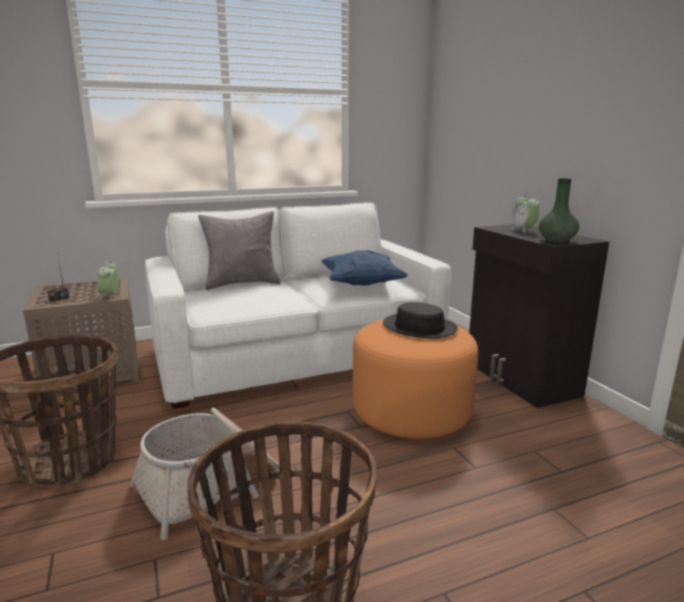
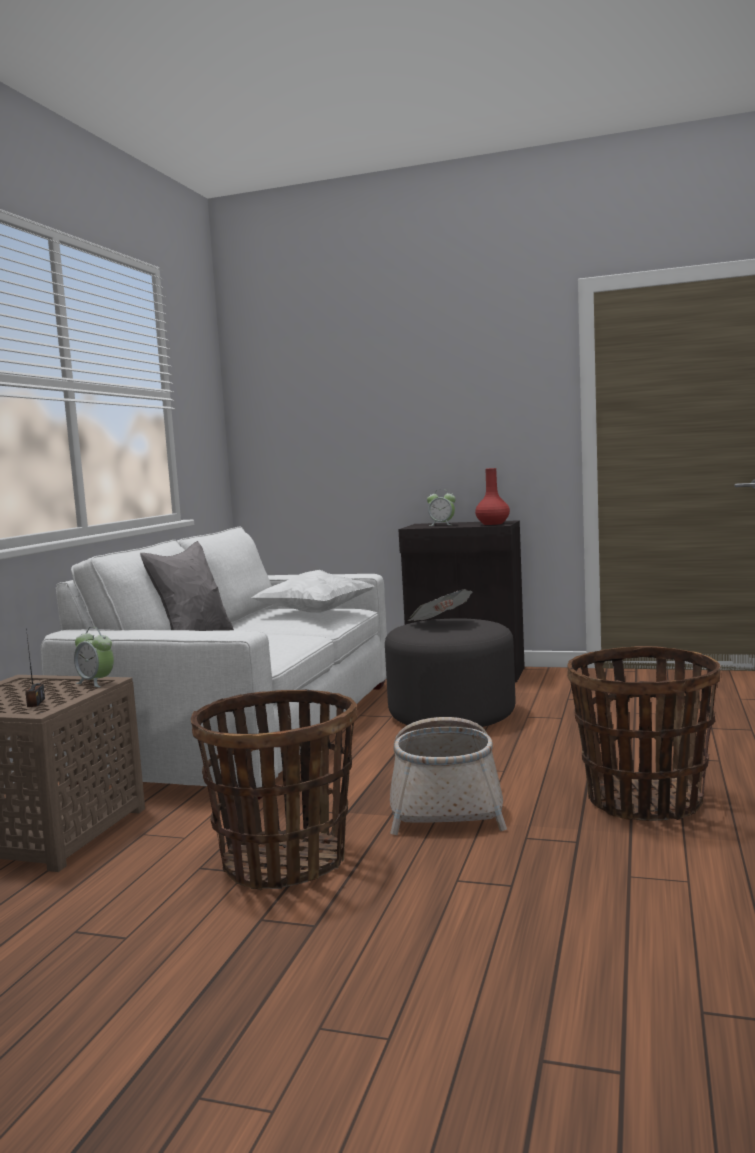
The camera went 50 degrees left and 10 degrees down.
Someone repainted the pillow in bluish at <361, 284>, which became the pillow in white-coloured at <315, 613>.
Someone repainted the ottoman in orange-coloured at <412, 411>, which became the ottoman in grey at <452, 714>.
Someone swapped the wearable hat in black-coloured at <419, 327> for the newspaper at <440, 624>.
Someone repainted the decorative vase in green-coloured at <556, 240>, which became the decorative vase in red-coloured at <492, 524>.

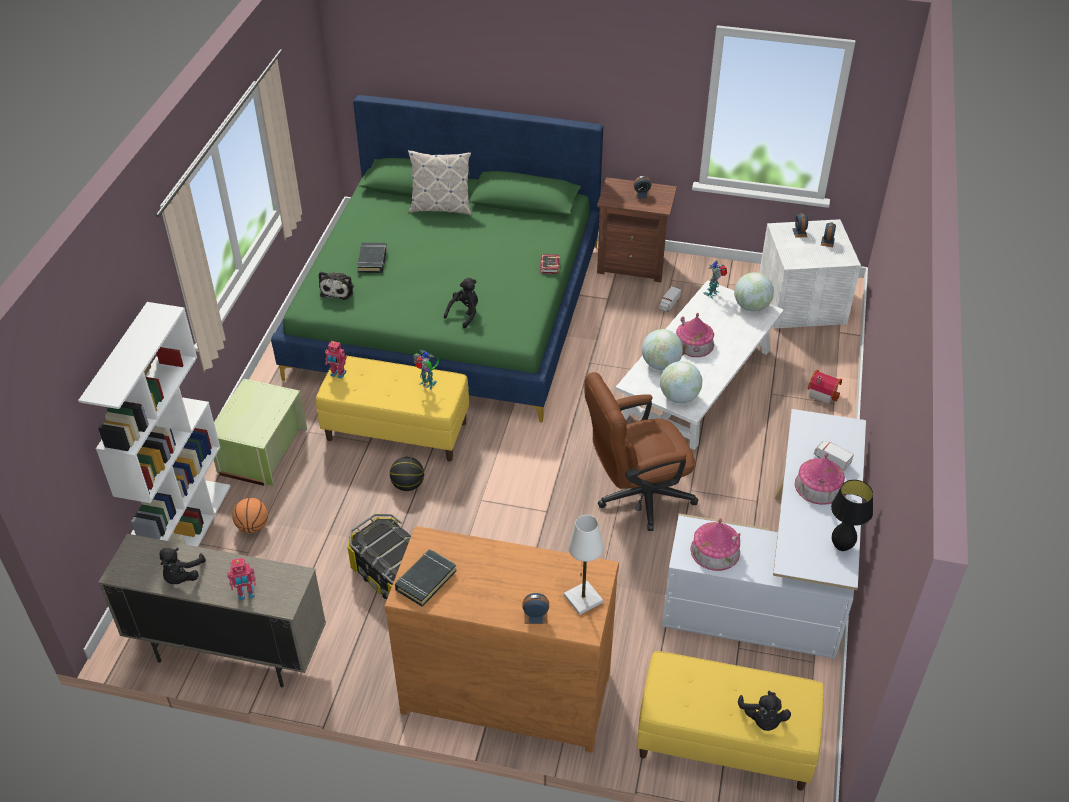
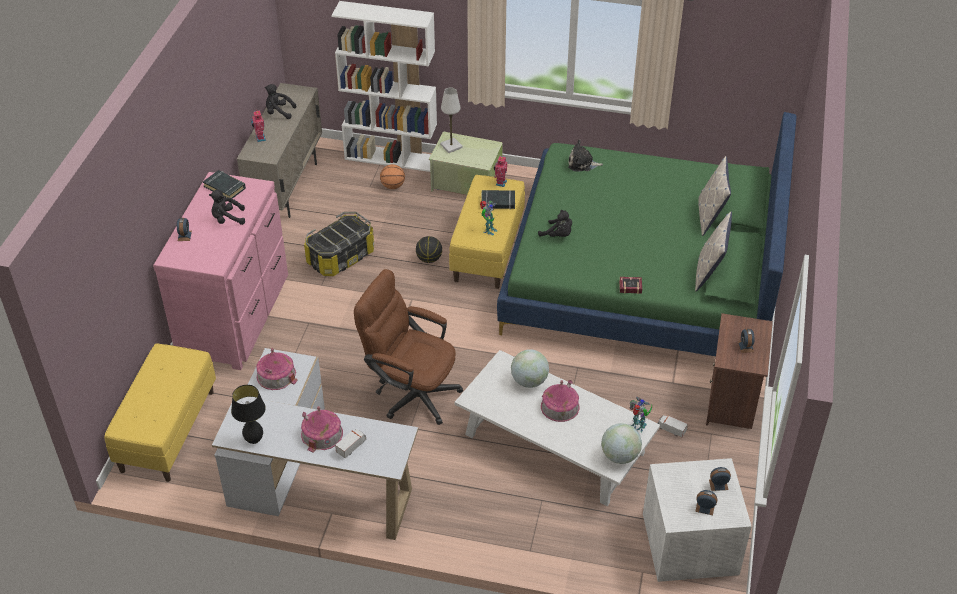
The camera went 90 degrees right and 0 degrees up.
Someone carried the book in black-coloured from <372, 260> to <498, 202>.
Someone repainted the drawer chest in brownish at <506, 688>, which became the drawer chest in pink-coloured at <236, 315>.
Someone carried the tabletop lamp in white-coloured from <583, 599> to <451, 146>.
Someone rotated the desk chair in brownish at <636, 496> by 45 degrees counterclockwise.
Someone took away the world globe at <679, 397>.
Someone carried the soft toy in black-coloured from <762, 719> to <227, 219>.
Someone took away the miniature house at <822, 392>.
Someone put down the pillow at <709, 272>.

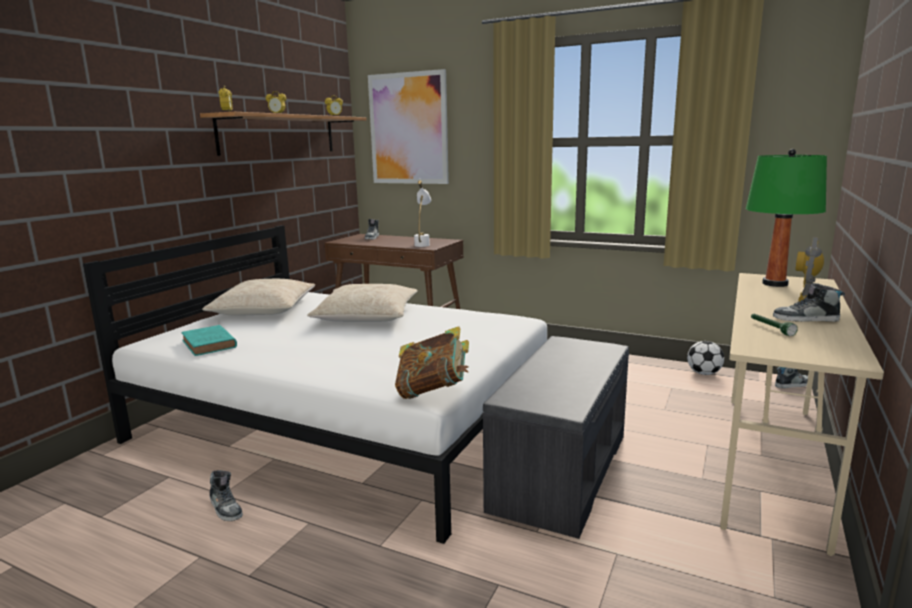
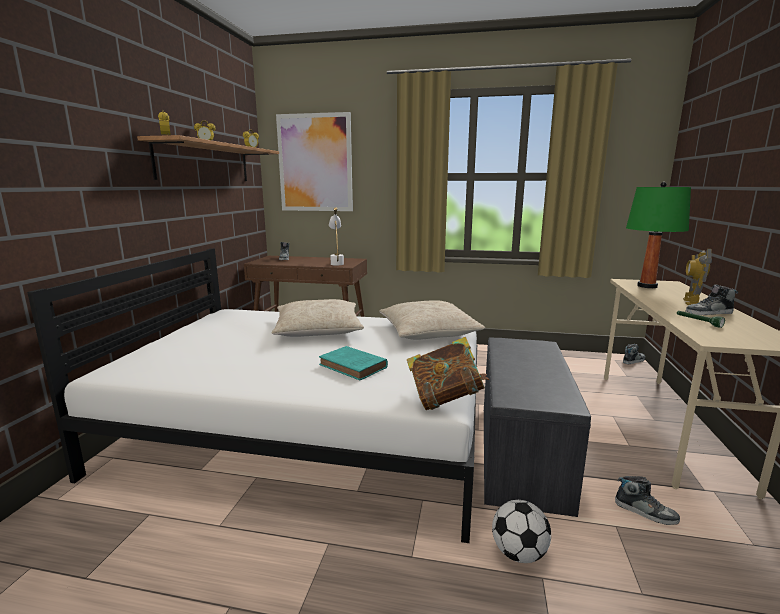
The camera went 15 degrees left and 0 degrees up.
Someone carried the book in blue-green from <209, 344> to <354, 367>.
Someone carried the pillow in beige-coloured from <263, 309> to <428, 331>.
Someone carried the shoe from <226, 508> to <645, 512>.
Someone carried the football ball from <704, 373> to <518, 553>.

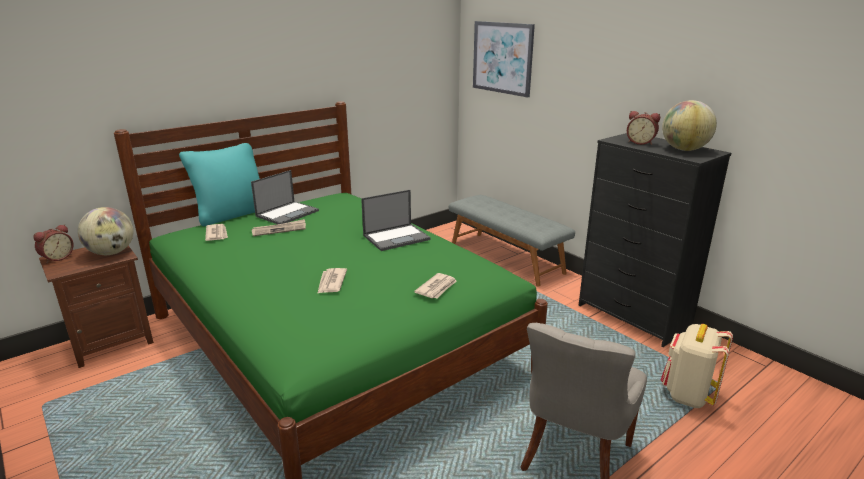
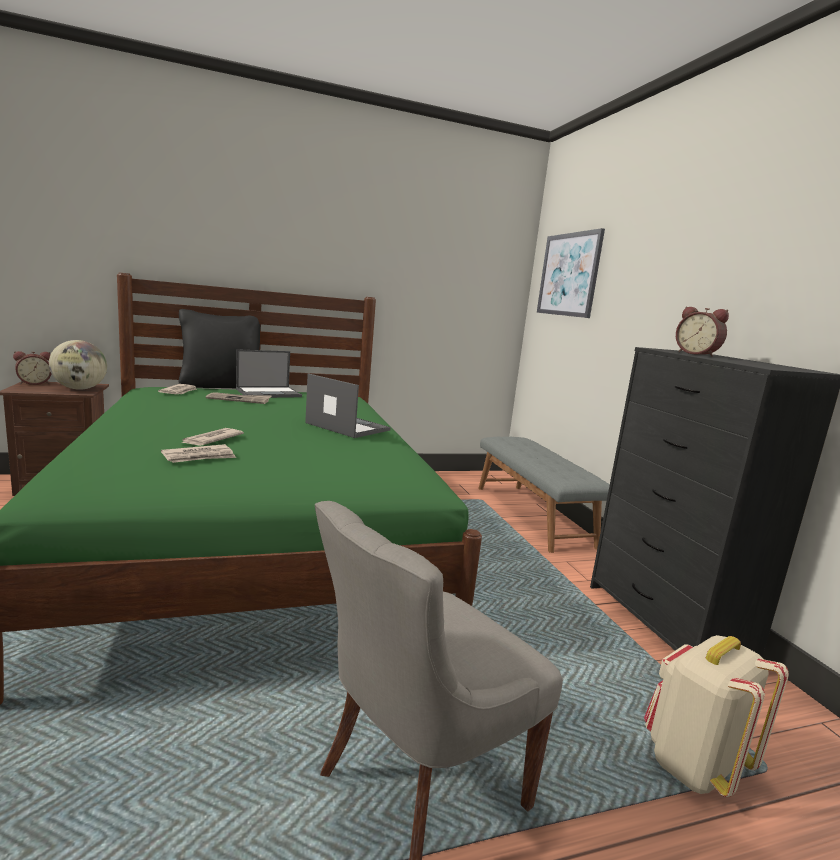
The camera went 20 degrees right and 10 degrees down.
Someone repainted the pillow in blue-green at <232, 214>, which became the pillow in black-coloured at <221, 386>.
Someone rotated the laptop at <397, 237> by 135 degrees counterclockwise.
Someone carried the newspaper from <437, 288> to <199, 457>.
Someone took away the world globe at <684, 149>.

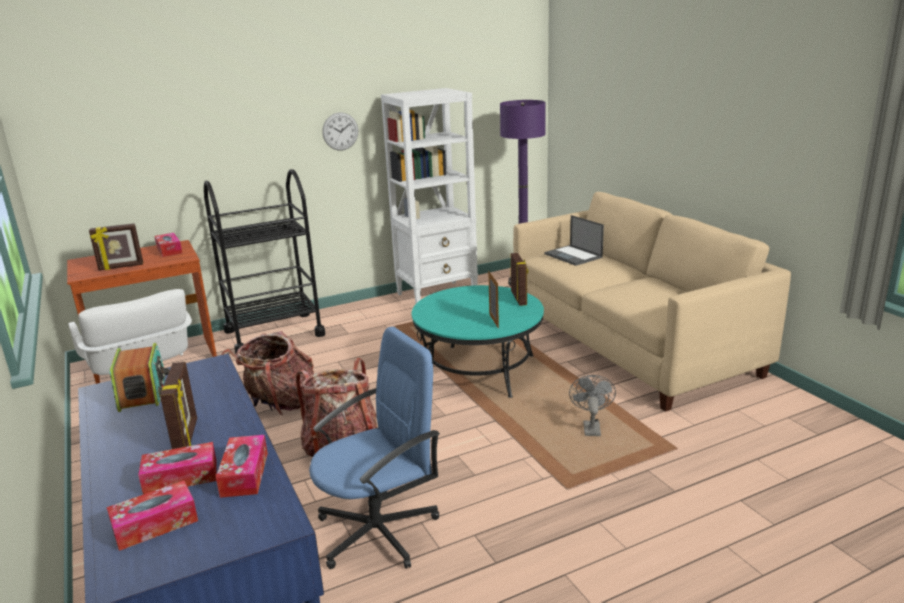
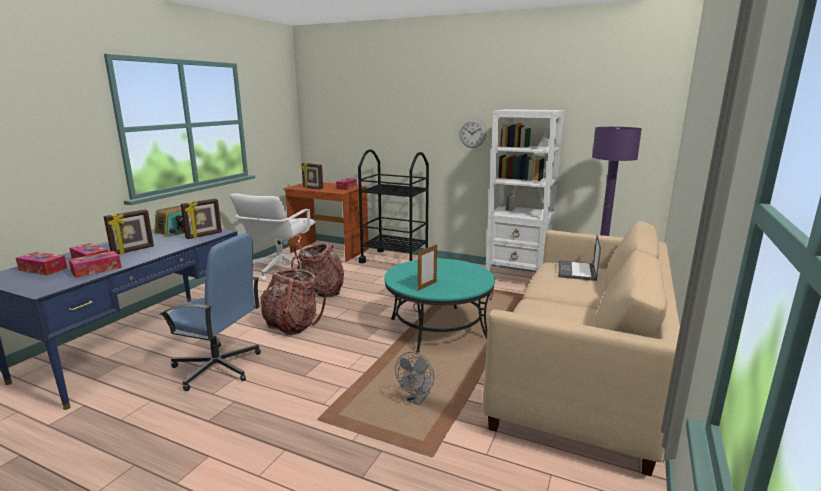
The camera went 50 degrees right and 5 degrees down.
Someone carried the photo frame from <519, 298> to <204, 235>.
Someone rotated the cooling fan in grey at <591, 427> by 150 degrees clockwise.

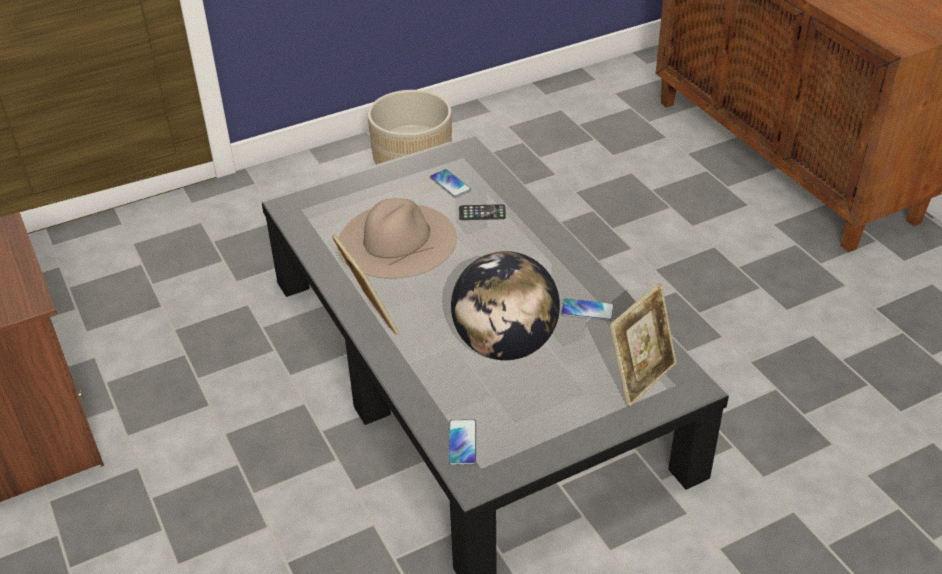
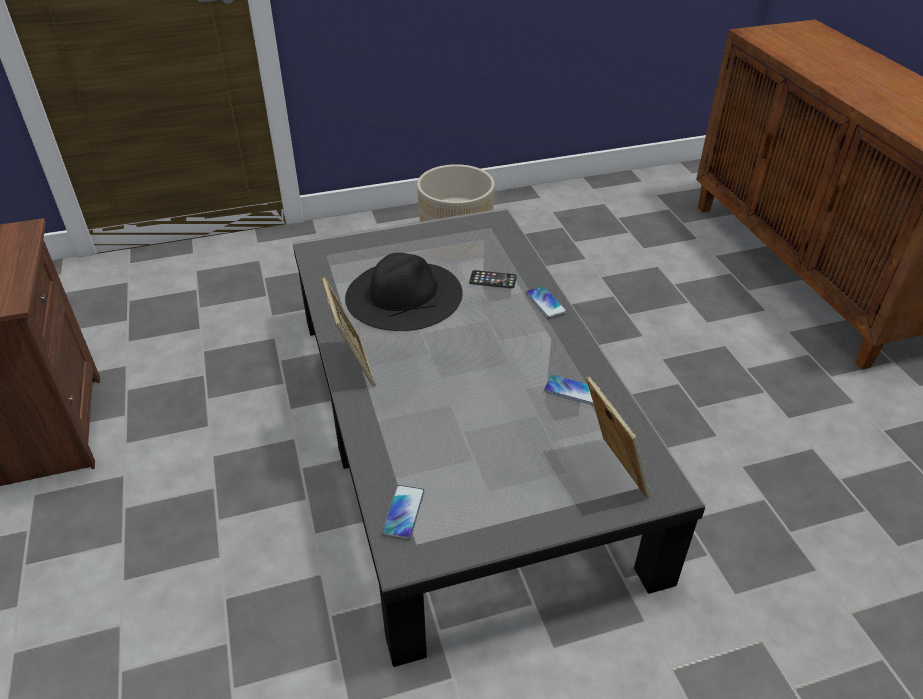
The camera went 10 degrees right and 0 degrees up.
Someone repainted the wearable hat in beige-coloured at <397, 240>, which became the wearable hat in black-coloured at <404, 294>.
Someone carried the handset from <450, 184> to <546, 303>.
Someone took away the world globe at <505, 345>.
Someone rotated the photo frame at <640, 377> by 75 degrees counterclockwise.

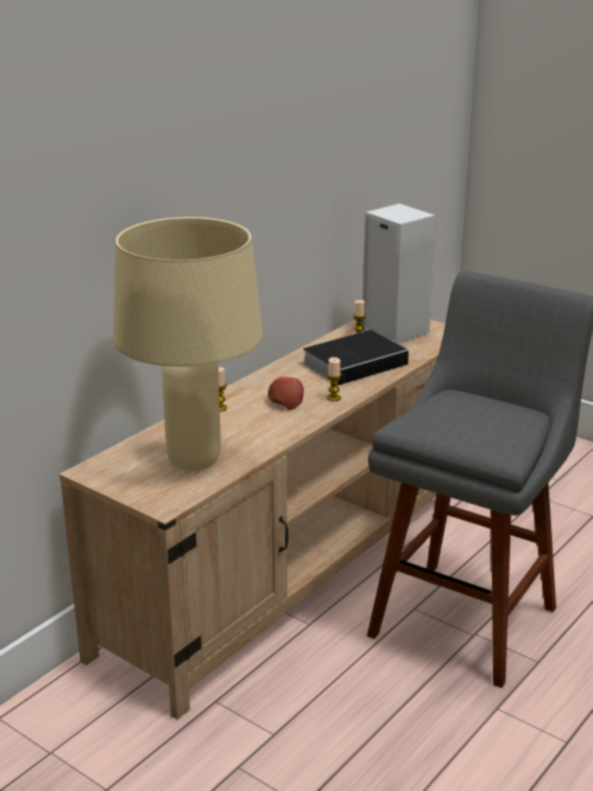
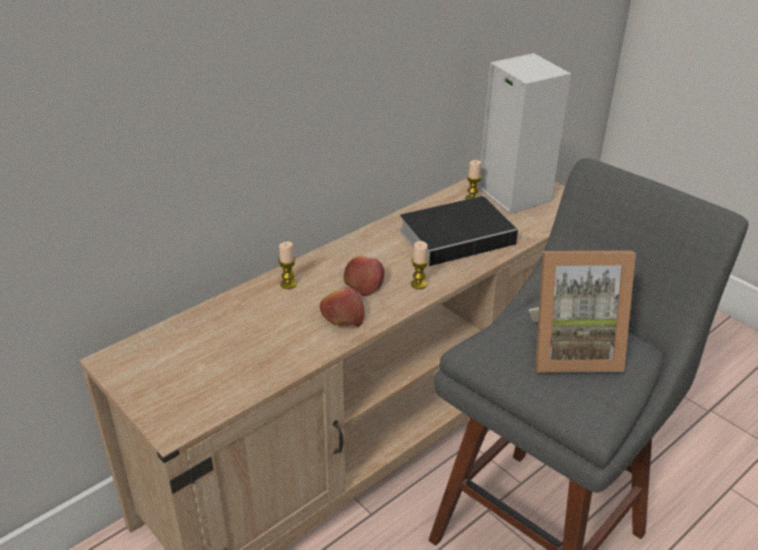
The camera went 10 degrees right and 10 degrees up.
Someone took away the tabletop lamp in beige-coloured at <195, 461>.
Someone put down the apple at <342, 317>.
Someone put down the photo frame at <571, 349>.

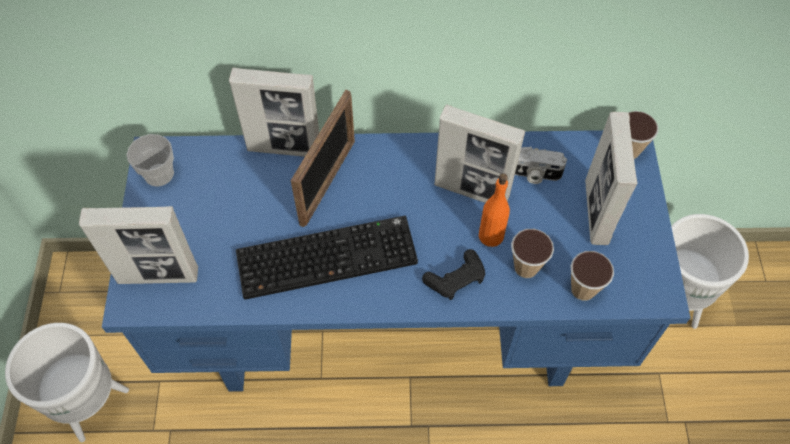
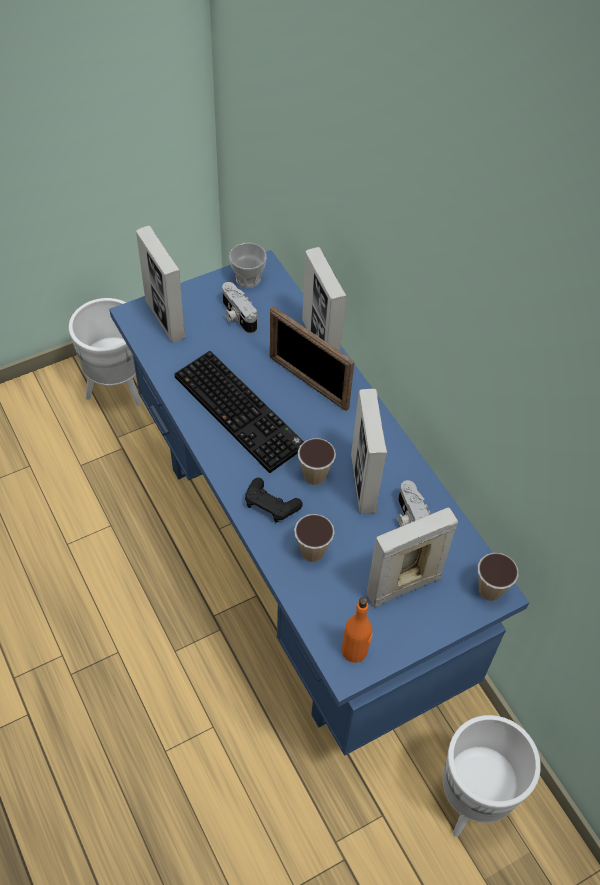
The camera went 60 degrees right and 5 degrees down.
Someone rotated the photo frame at <328, 182> by 45 degrees clockwise.
Someone carried the drink bottle in orange-coloured from <491, 235> to <355, 651>.
Someone carried the small cup from <583, 289> to <315, 476>.
Someone put down the photo camera at <237, 316>.

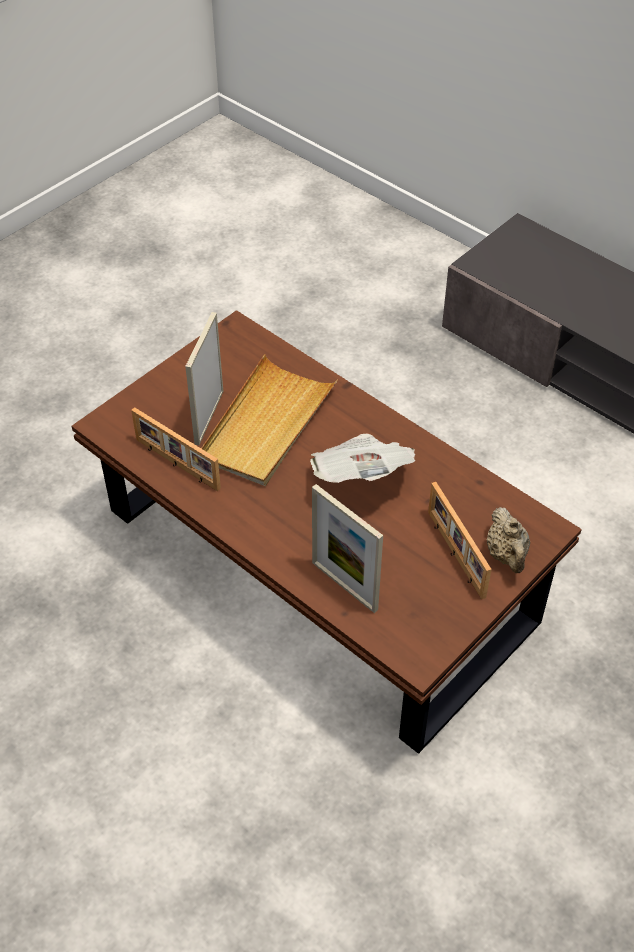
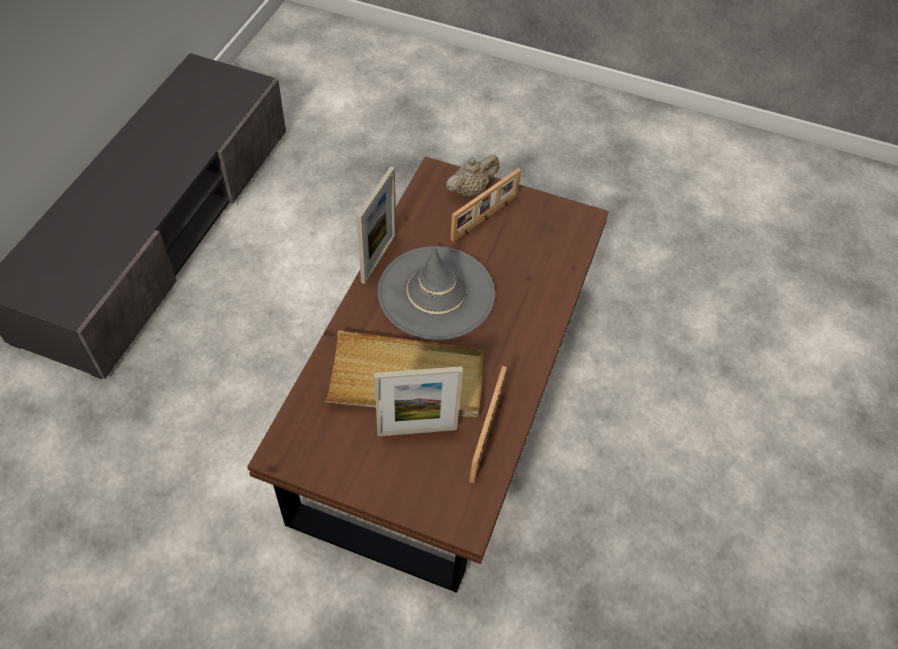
The camera went 115 degrees left and 5 degrees up.
Someone swapped the newspaper at <360, 476> for the wearable hat in grey at <436, 293>.
Someone carried the photo frame from <344, 586> to <378, 259>.

